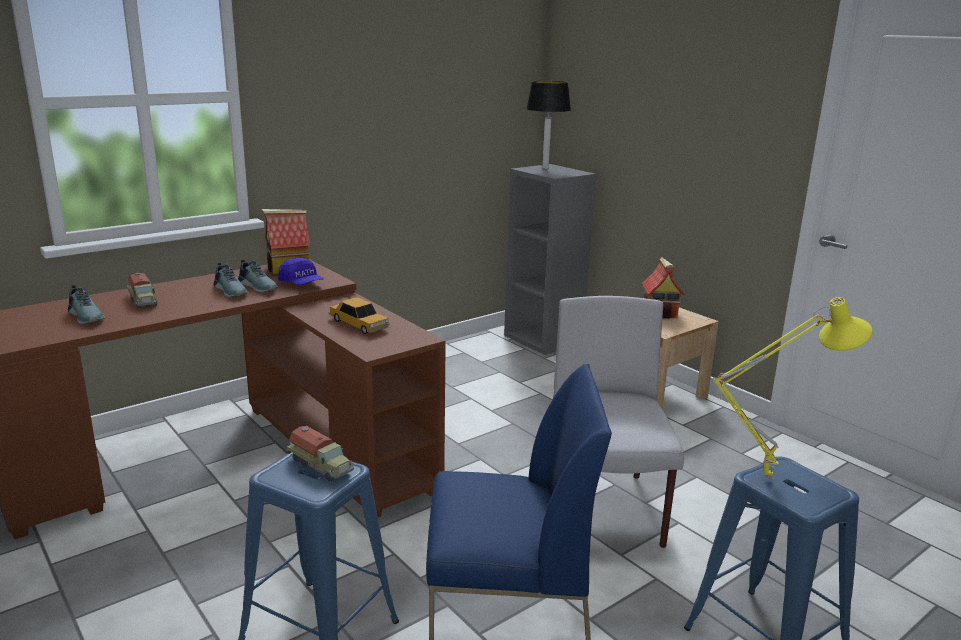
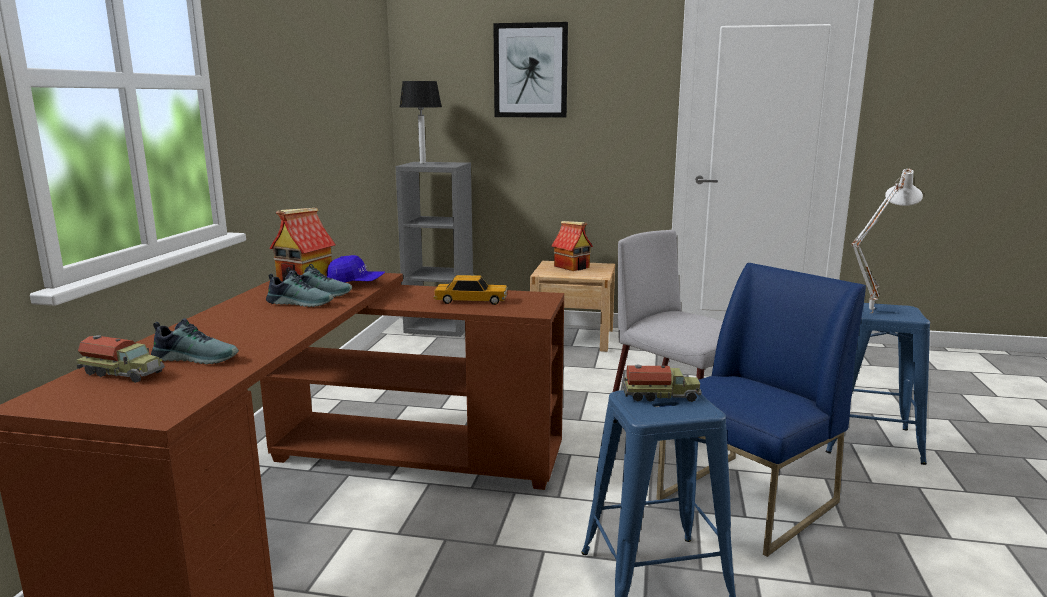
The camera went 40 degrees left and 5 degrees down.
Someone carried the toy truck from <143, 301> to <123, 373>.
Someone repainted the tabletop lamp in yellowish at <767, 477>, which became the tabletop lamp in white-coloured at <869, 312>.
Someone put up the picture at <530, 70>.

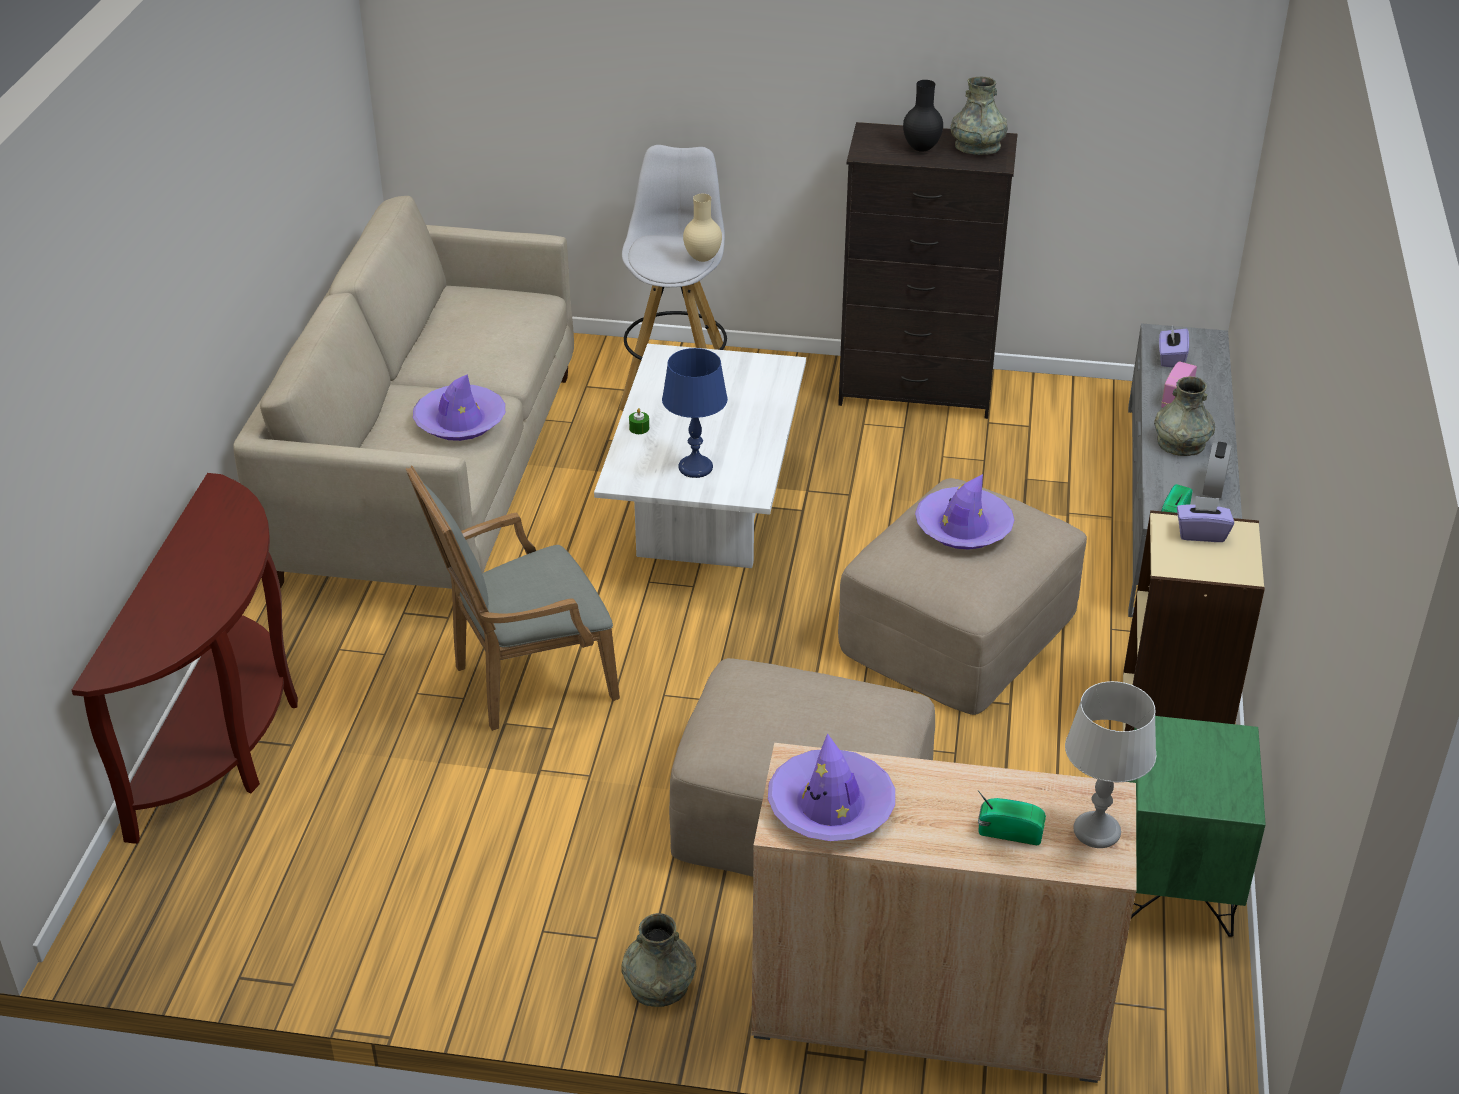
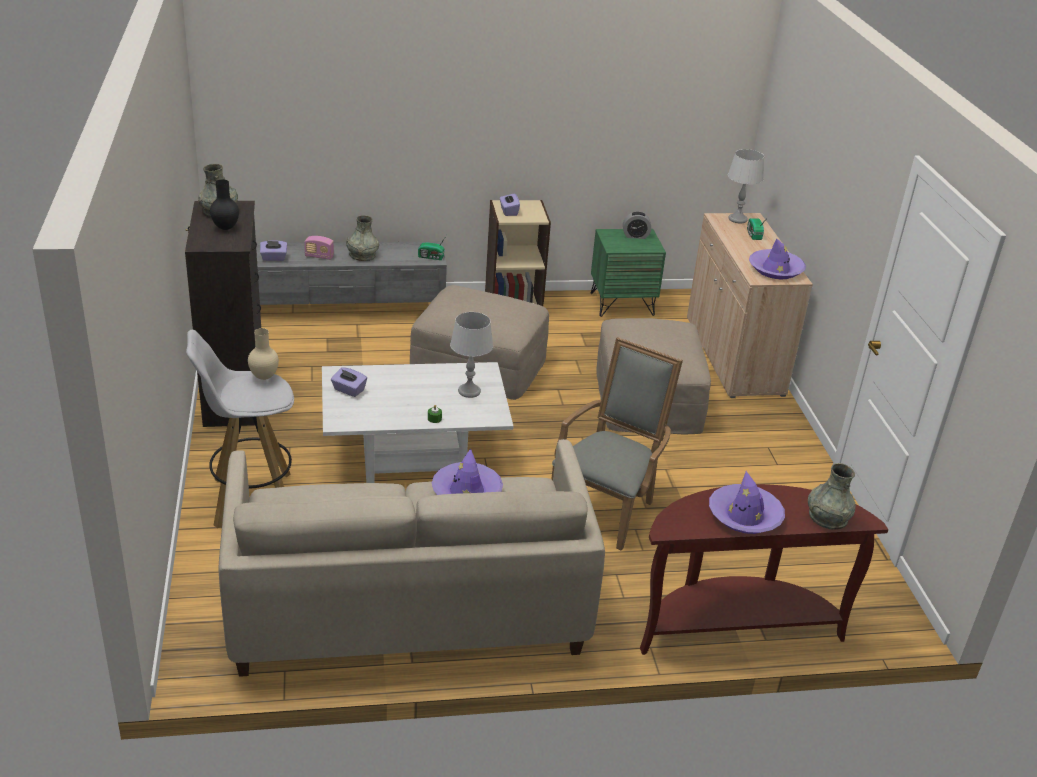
The camera went 110 degrees left and 5 degrees down.
Someone rotated the easy chair in grey at <524, 682> by 105 degrees counterclockwise.
Someone carried the decorative vase in grey from <659, 983> to <827, 518>.
Someone repainted the tabletop lamp in bluish at <695, 467>, which became the tabletop lamp in grey at <469, 391>.
Someone carried the wearable hat in purple-coloured from <963, 527> to <745, 516>.
Someone carried the alarm clock from <1213, 487> to <635, 236>.
Someone put down the tissue box in purple-coloured at <348, 390>.

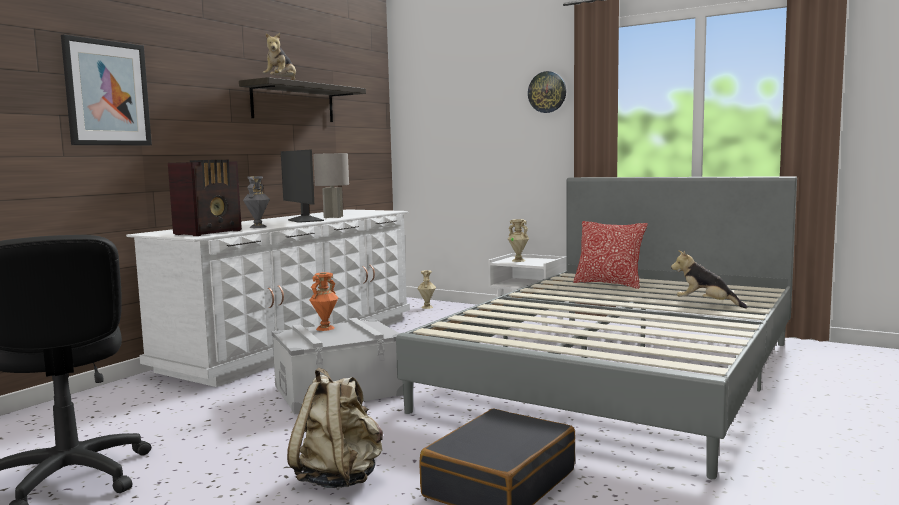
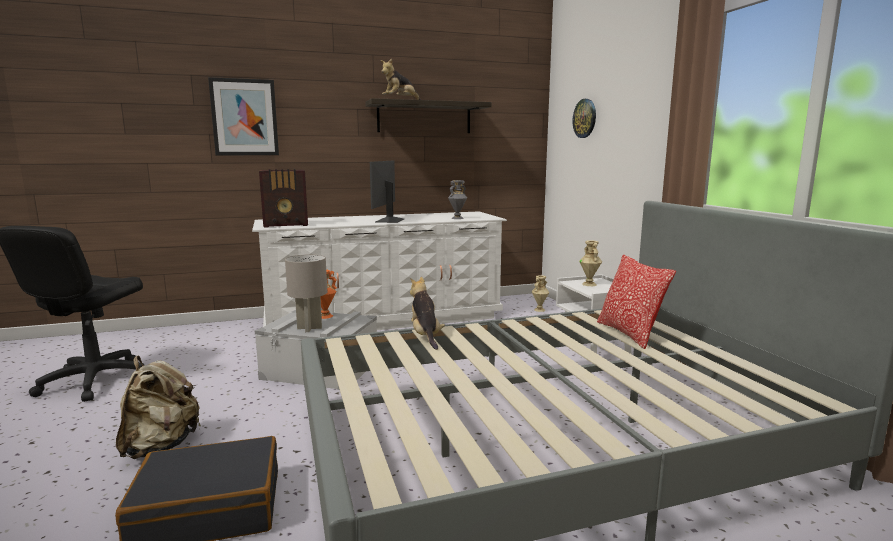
The camera went 40 degrees right and 5 degrees up.
Someone carried the decorative vase in grey from <258, 227> to <457, 218>.
Someone carried the tabletop lamp in grey from <333, 217> to <310, 328>.
Someone carried the wall clock from <547, 92> to <585, 118>.
Someone carried the soft toy from <706, 304> to <425, 336>.

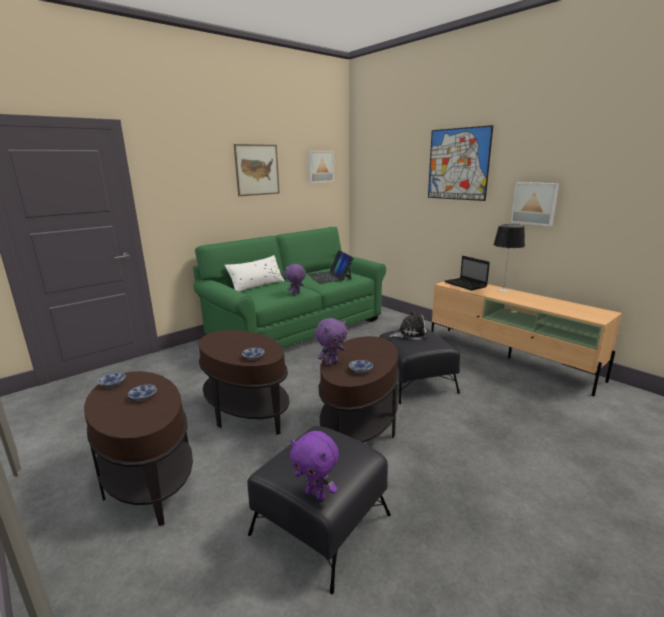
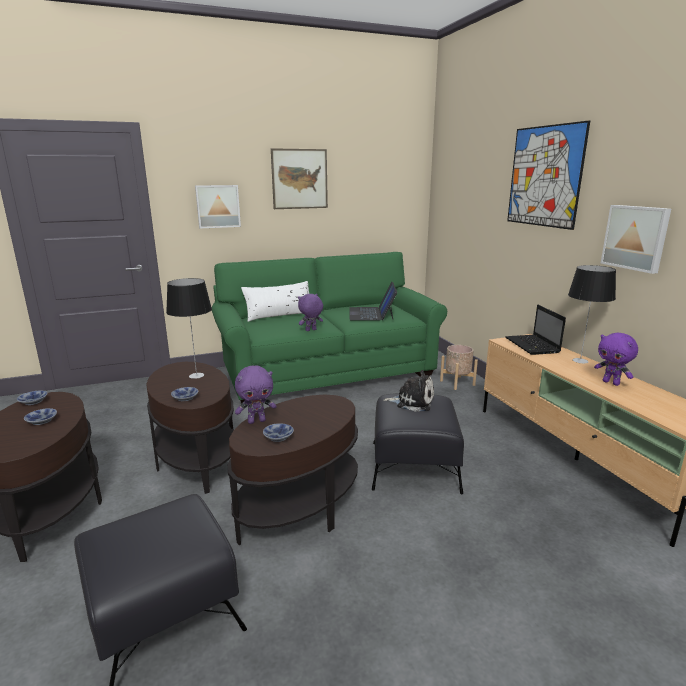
The camera went 20 degrees right and 0 degrees up.
Someone carried the soft toy in purple-coloured from <316, 494> to <611, 383>.
Someone carried the picture from <320, 166> to <218, 206>.
Someone put down the tabletop lamp at <196, 375>.
Someone put down the planter in beige-coloured at <457, 383>.

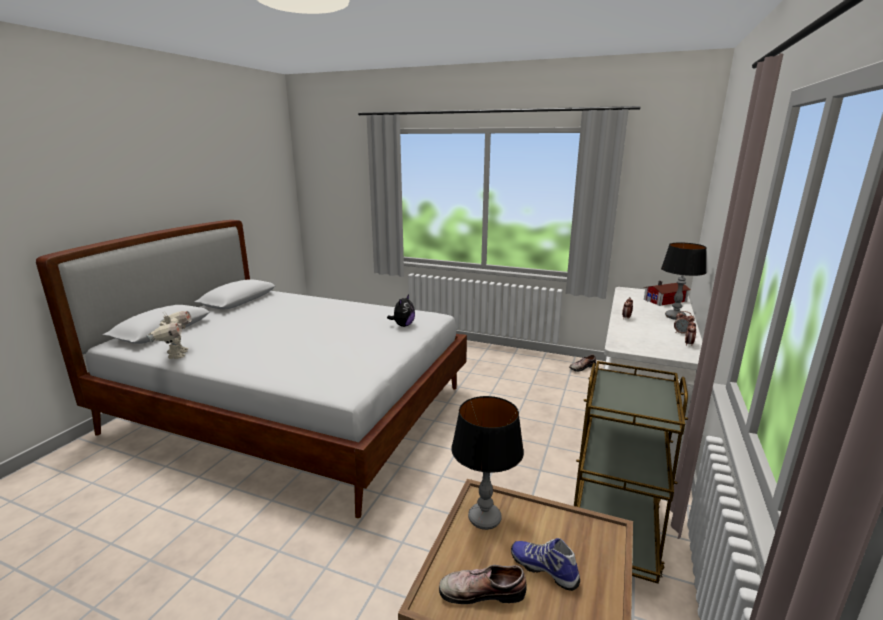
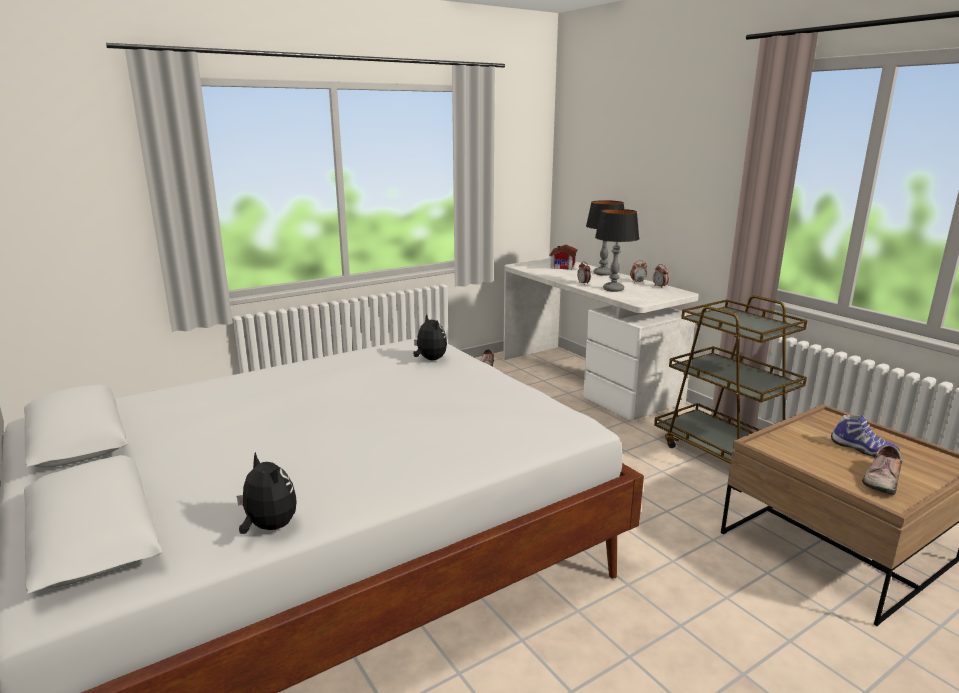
The camera went 55 degrees left and 0 degrees up.
Someone swapped the robot figure at <176, 355> for the soft toy at <269, 527>.
Someone carried the tabletop lamp from <484, 519> to <613, 289>.
Someone rotated the shoe at <544, 568> by 120 degrees counterclockwise.

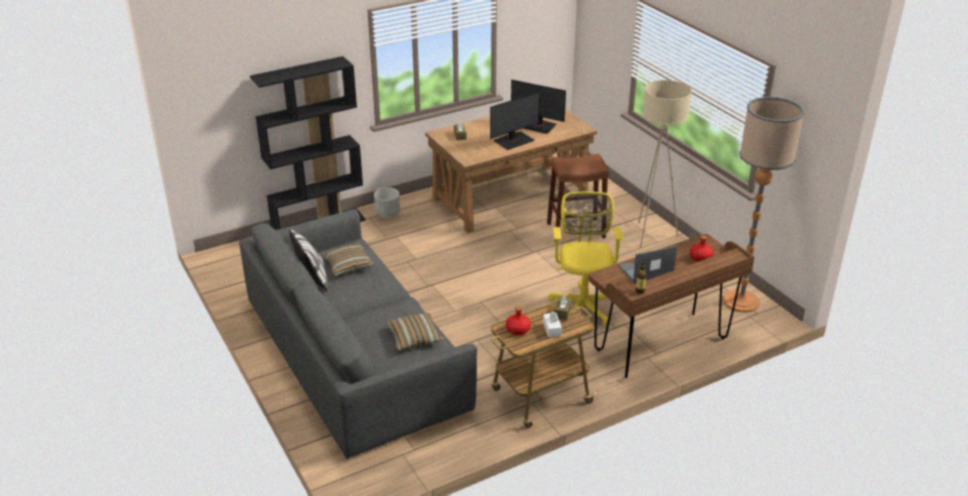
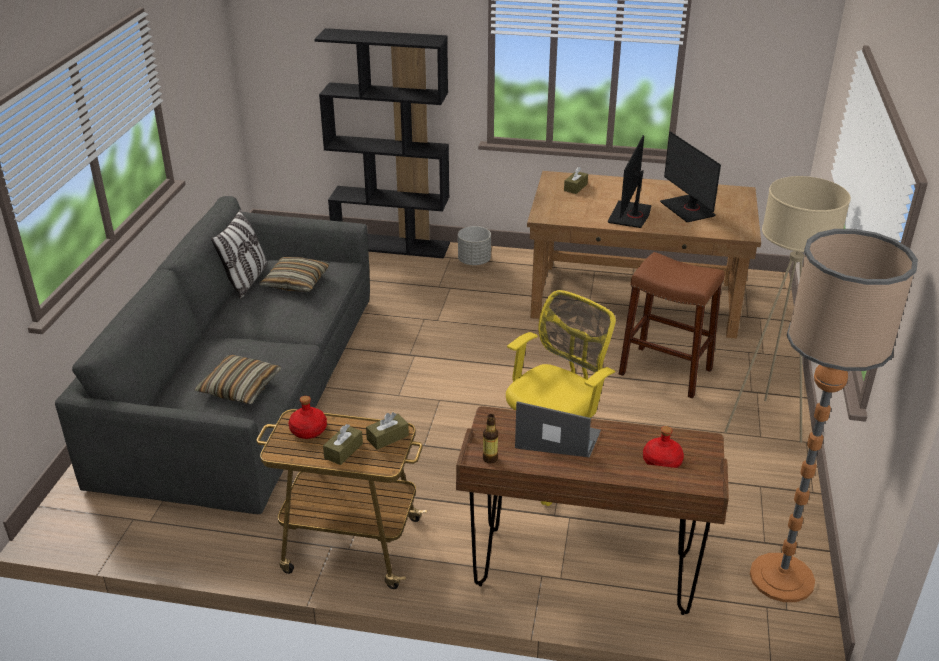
The camera went 40 degrees right and 0 degrees up.
Someone rotated the computer display at <513, 141> by 105 degrees clockwise.
Someone repainted the tissue box in white-coloured at <552, 329>, which became the tissue box in brownish at <343, 451>.

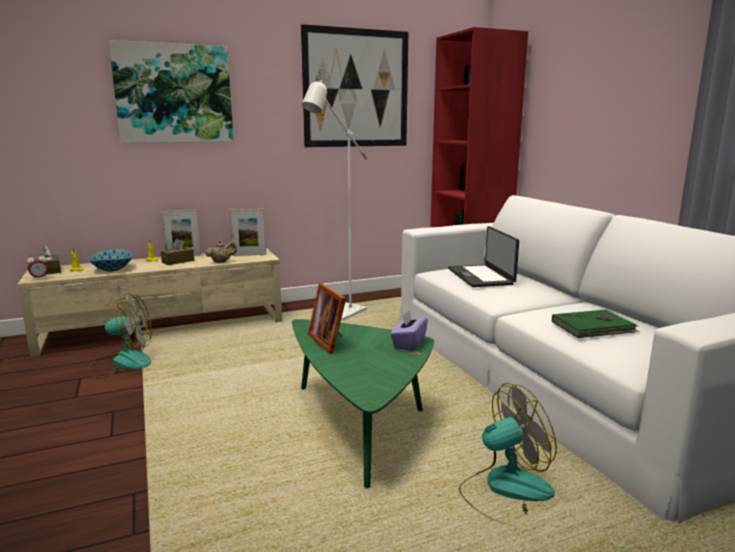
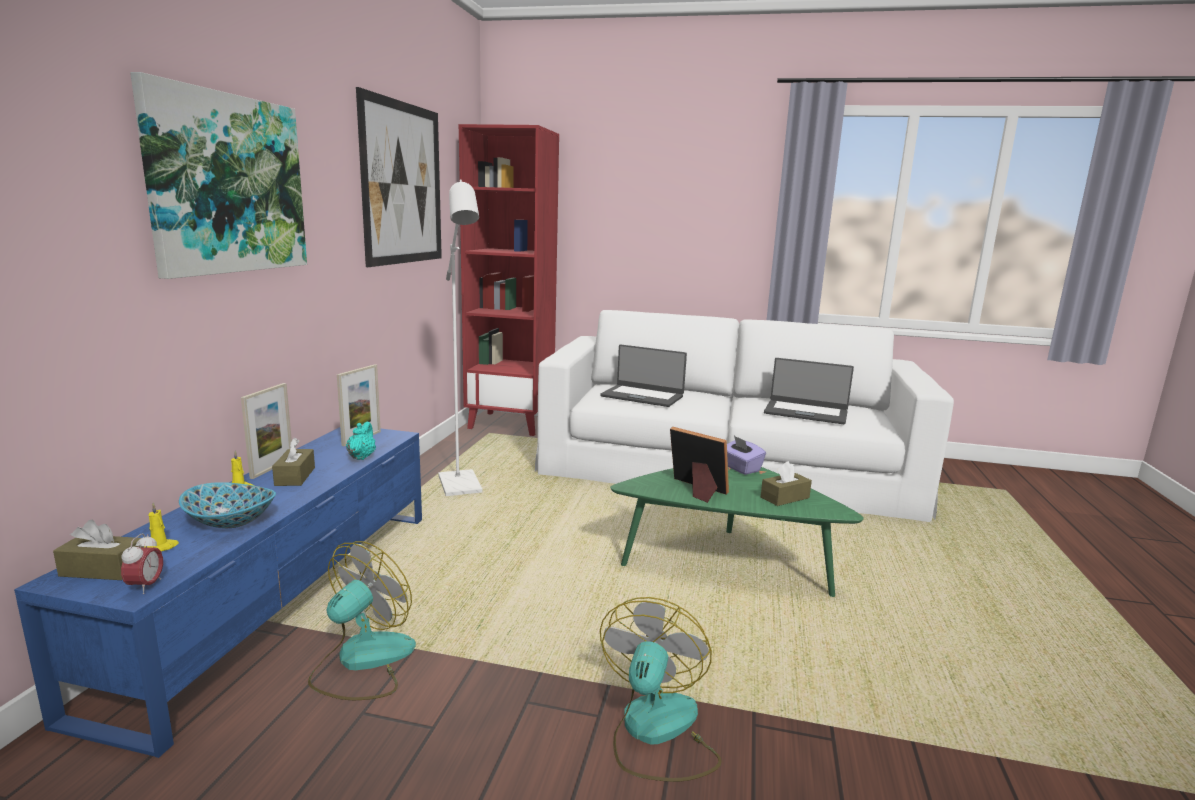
The camera went 55 degrees left and 0 degrees up.
Someone repainted the tv stand in beige-coloured at <166, 328>, which became the tv stand in bluish at <285, 597>.
Someone repainted the teapot in beige-coloured at <221, 262>, which became the teapot in blue-green at <362, 457>.
Someone rotated the photo frame at <329, 341> by 150 degrees counterclockwise.
Someone carried the cooling fan from <504, 490> to <656, 732>.
Someone swapped the book in green-coloured at <593, 327> for the laptop at <806, 412>.
Someone put down the tissue box in brownish at <784, 497>.

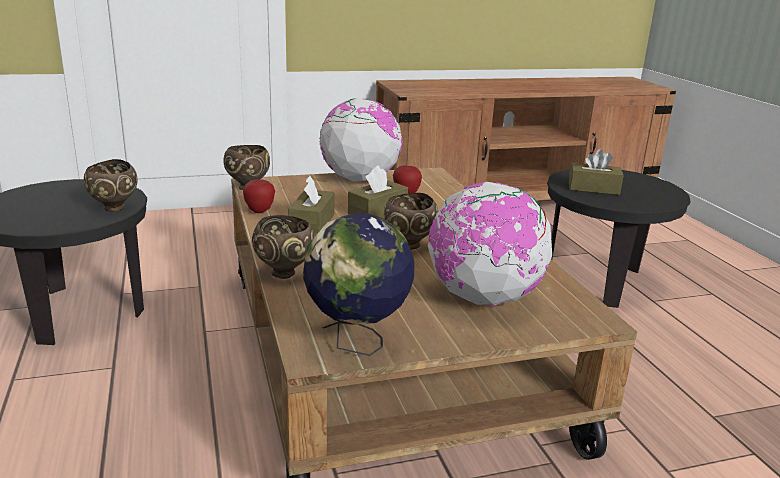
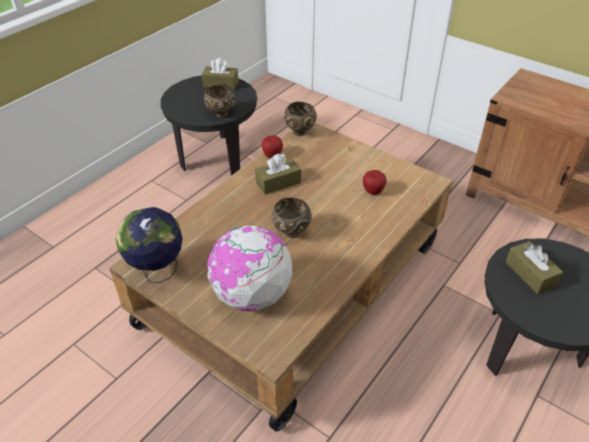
The camera went 55 degrees right and 20 degrees up.
Someone took away the deep dish in brownish at <285, 273>.
Someone took away the world globe at <359, 179>.
Someone carried the tissue box in brownish from <377, 212> to <220, 84>.

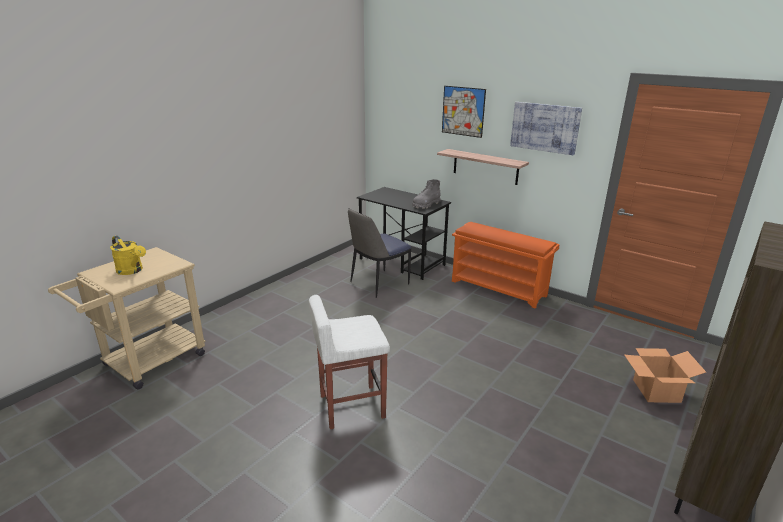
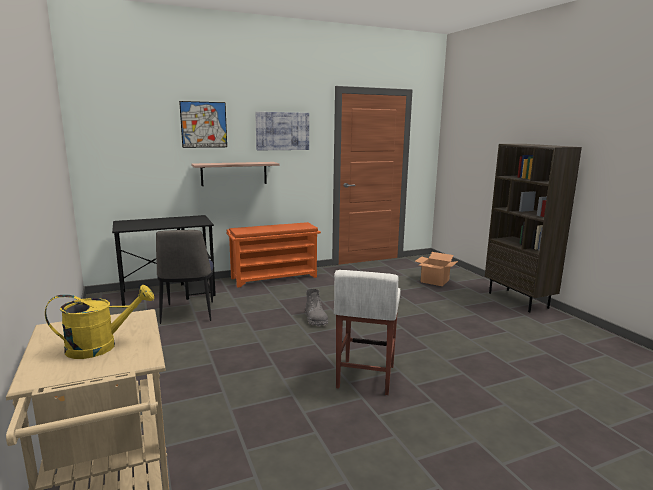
The camera went 60 degrees left and 10 degrees down.
Someone carried the boot in grey from <426, 205> to <315, 319>.

